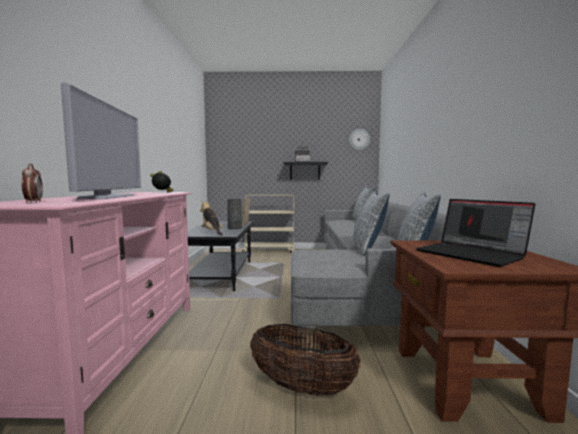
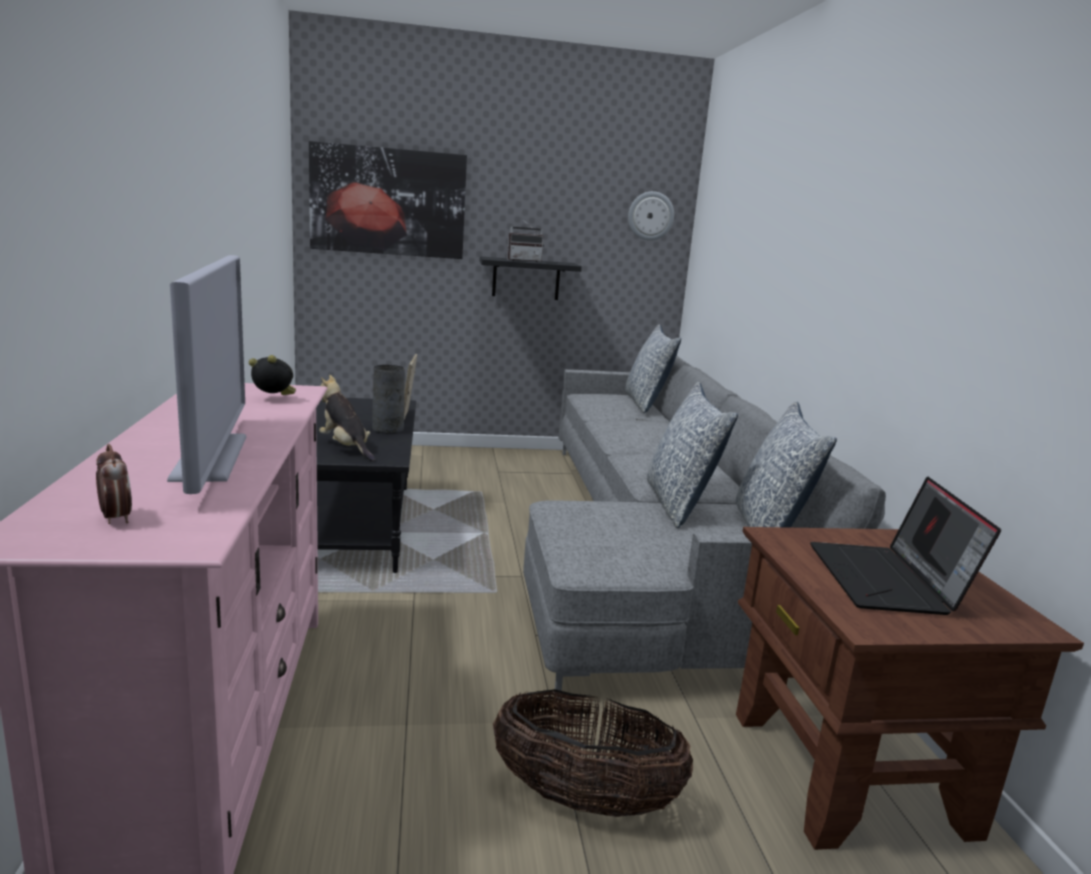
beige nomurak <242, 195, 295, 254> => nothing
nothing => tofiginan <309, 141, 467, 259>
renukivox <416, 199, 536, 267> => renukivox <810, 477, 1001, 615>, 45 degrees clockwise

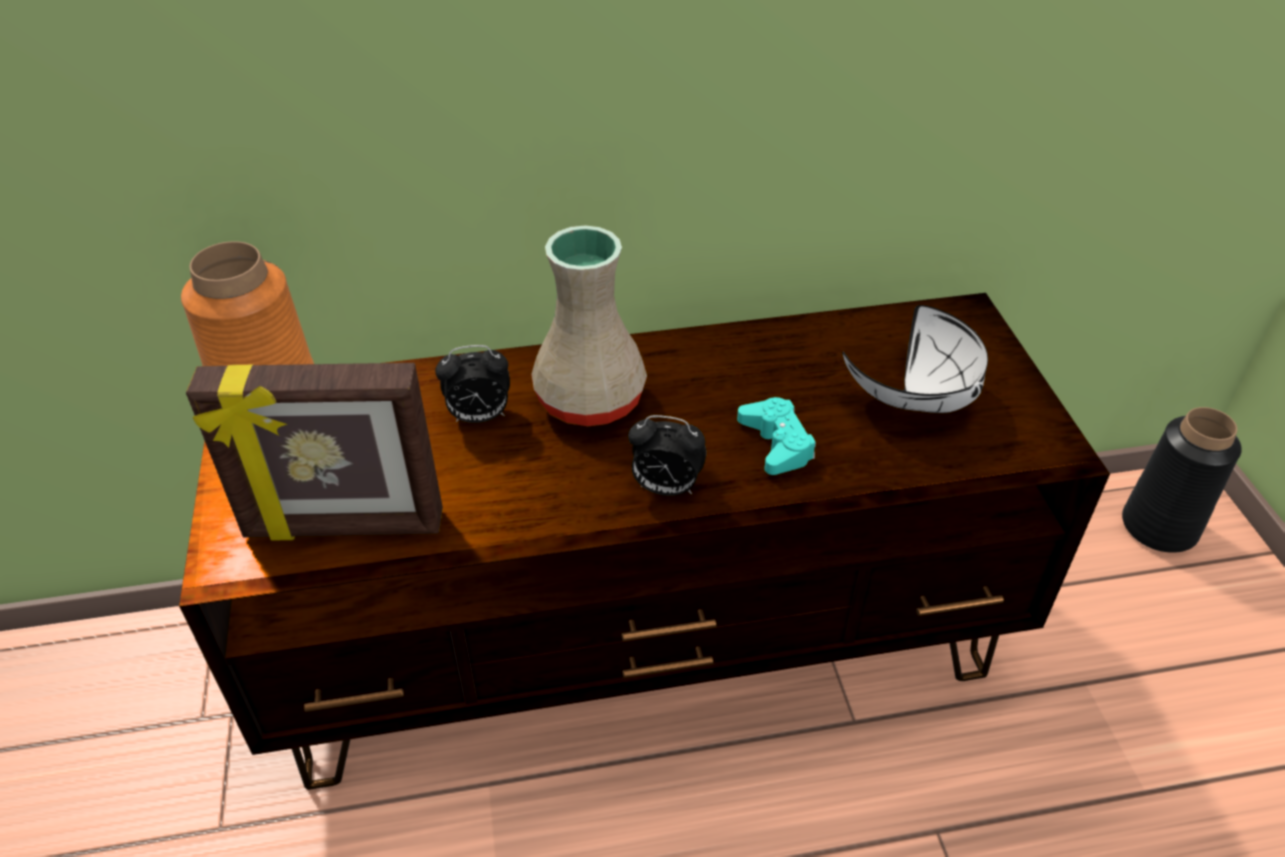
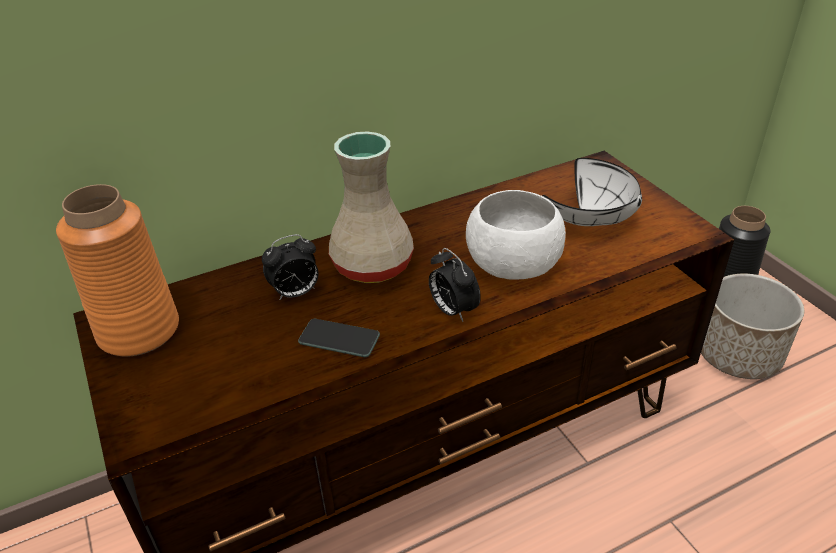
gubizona <186, 363, 443, 541> => nothing
nothing => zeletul <298, 319, 380, 357>
nothing => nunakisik <701, 274, 804, 379>
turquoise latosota <737, 397, 816, 475> => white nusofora <466, 190, 566, 280>
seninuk <628, 415, 706, 496> => seninuk <429, 248, 481, 322>, 60 degrees clockwise

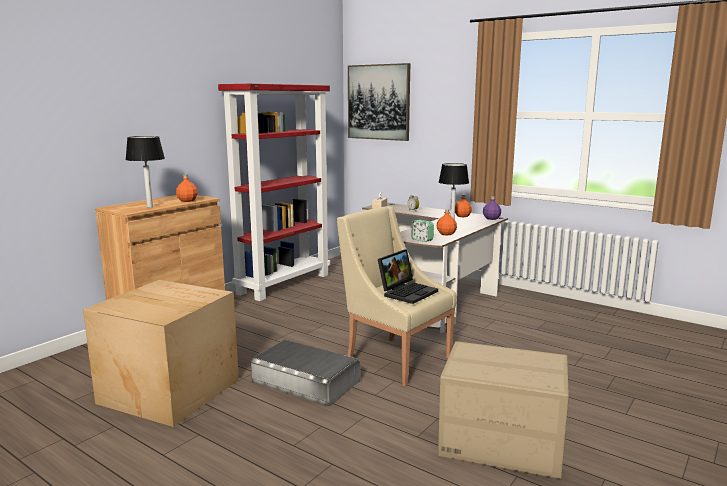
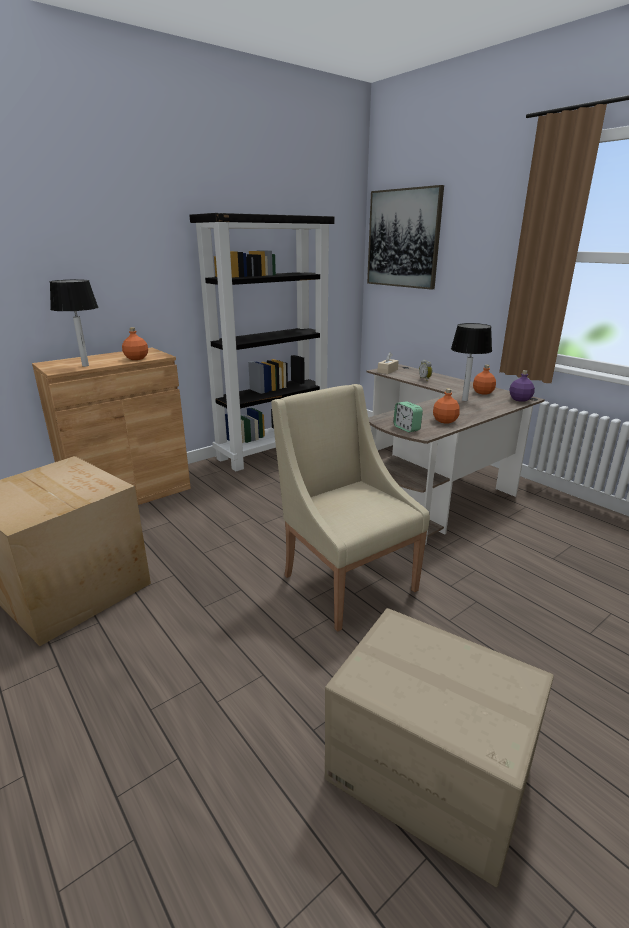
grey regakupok <251, 340, 360, 406> => nothing
renukivox <378, 249, 438, 304> => nothing
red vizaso <218, 84, 330, 301> => black vizaso <189, 213, 334, 471>

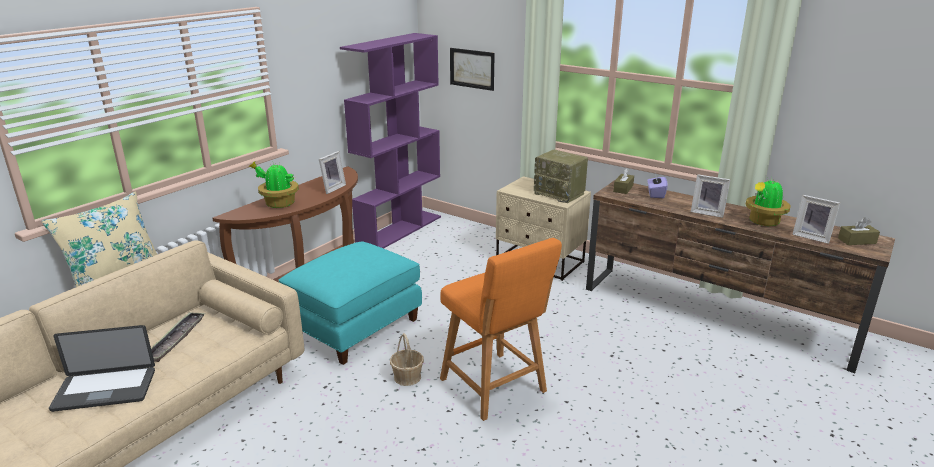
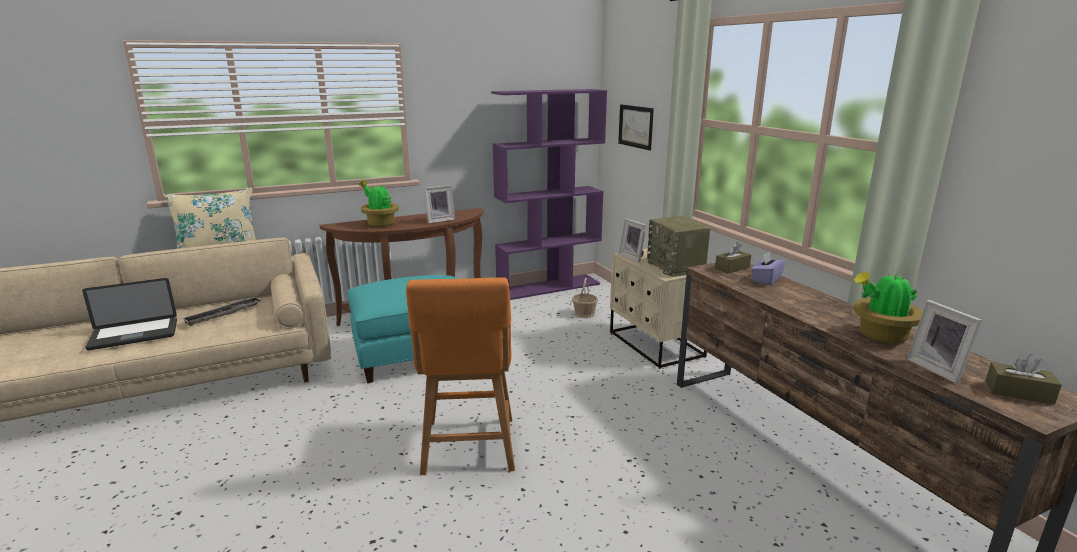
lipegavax <390, 333, 424, 386> => lipegavax <572, 278, 598, 318>, move
gubizona <691, 174, 731, 218> => gubizona <619, 218, 647, 262>, move
renukivox <49, 325, 155, 412> => renukivox <82, 278, 177, 350>, 45 degrees counterclockwise

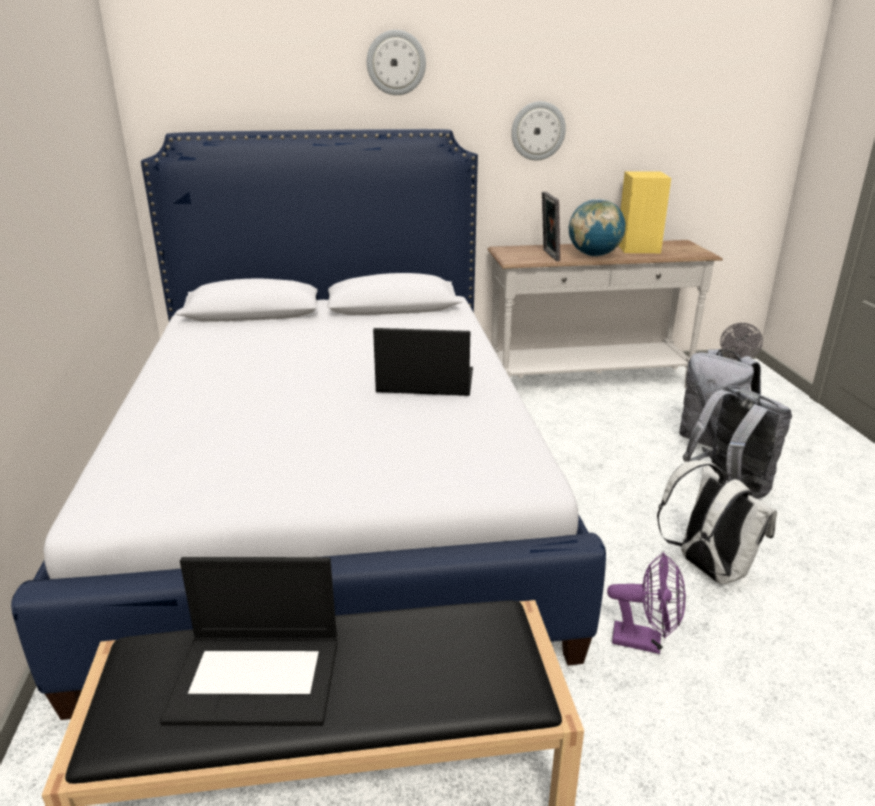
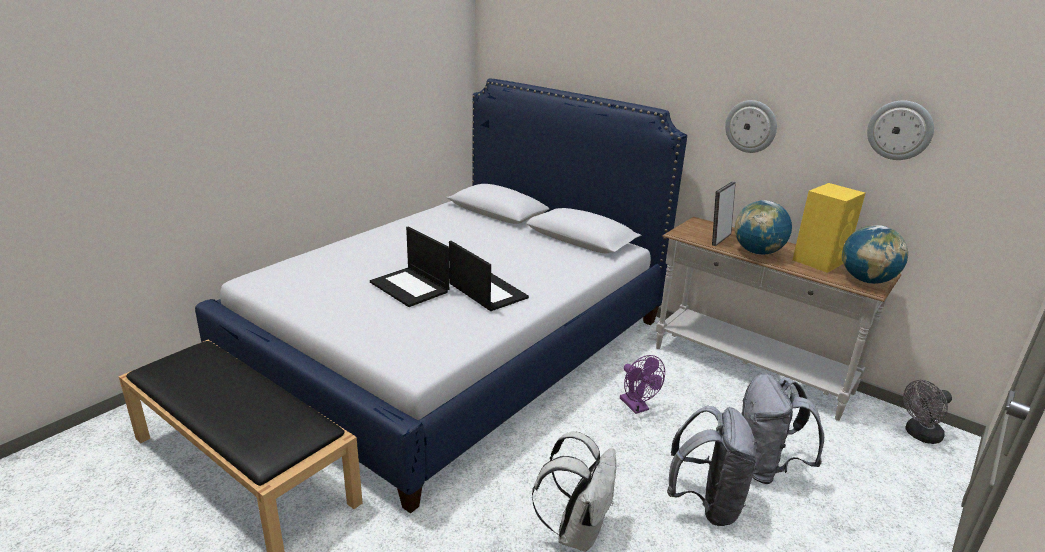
nothing => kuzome <842, 225, 908, 284>
renukivox <160, 557, 338, 726> => renukivox <370, 226, 449, 307>, move
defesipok <367, 30, 426, 95> => defesipok <867, 100, 934, 160>, move
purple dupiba <607, 552, 686, 654> => purple dupiba <620, 355, 665, 414>, move

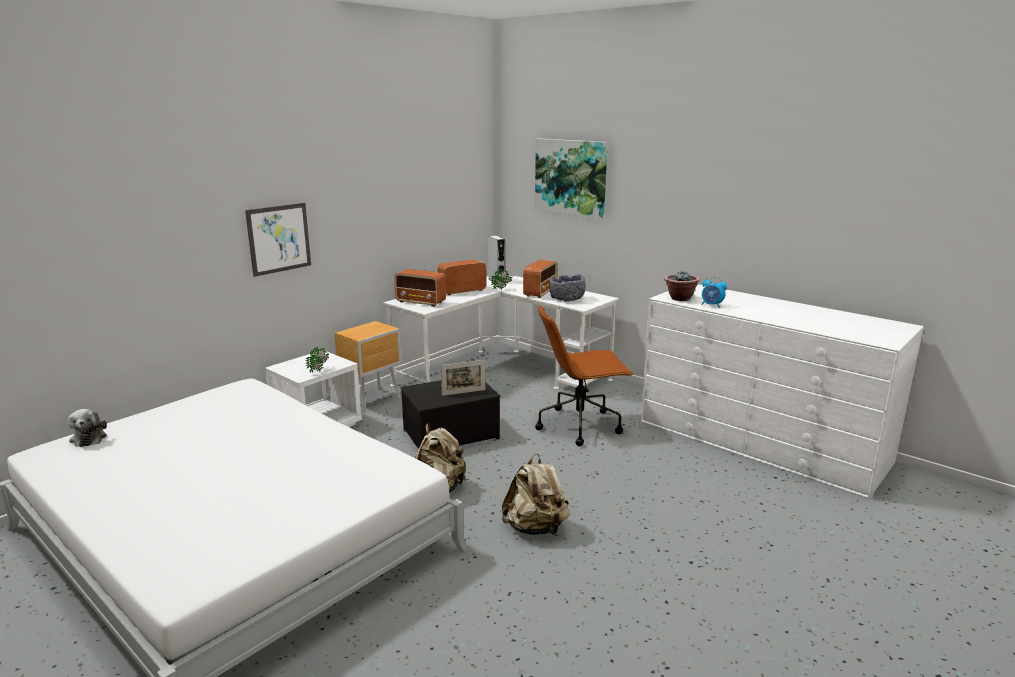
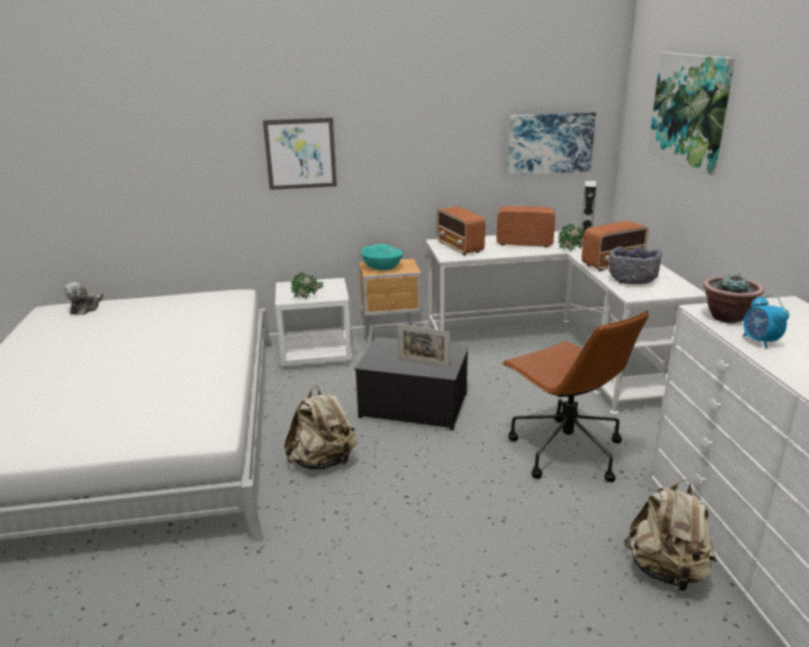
nothing => turquoise nusofora <361, 244, 403, 270>
nothing => tofiginan <508, 112, 596, 175>
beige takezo <502, 454, 569, 535> => beige takezo <624, 480, 716, 591>, move
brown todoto <535, 305, 634, 446> => brown todoto <502, 310, 649, 482>, 150 degrees counterclockwise

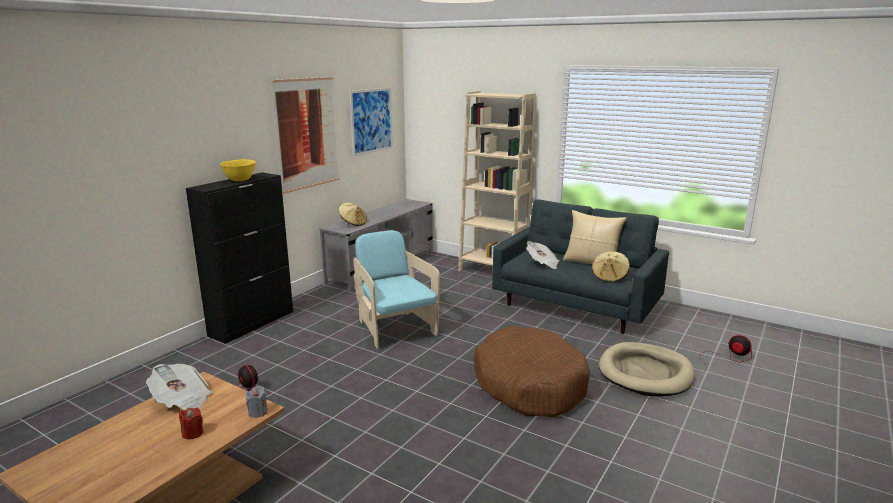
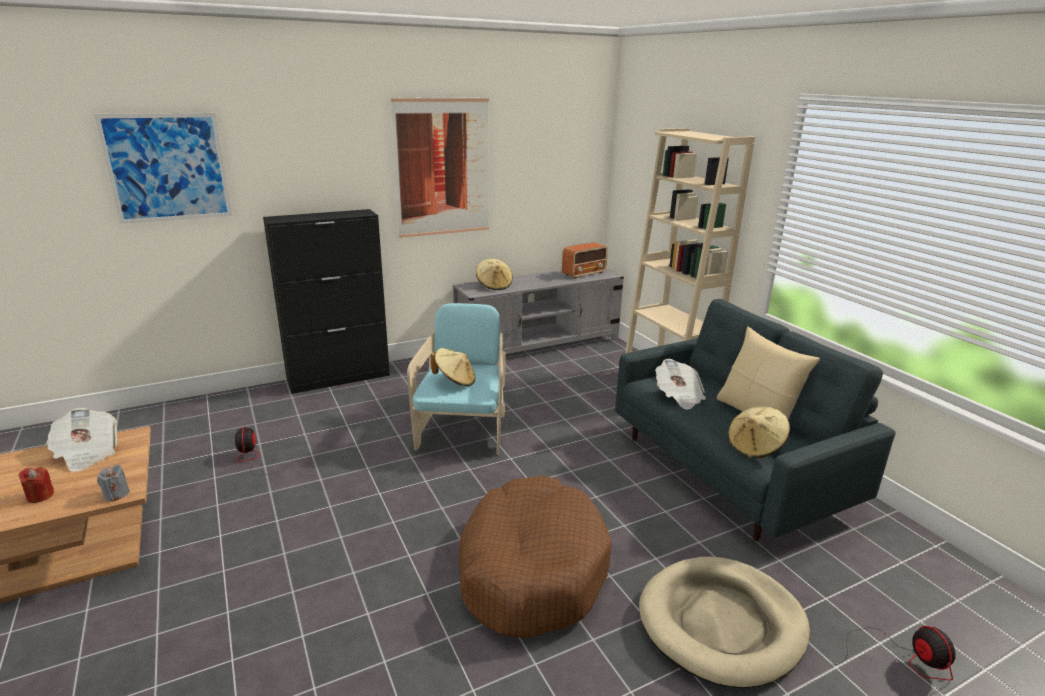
yellow nusofora <220, 159, 256, 181> => nothing
nothing => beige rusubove <431, 348, 476, 386>
nothing => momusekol <562, 242, 608, 279>
tofiginan <350, 88, 393, 156> => tofiginan <94, 113, 232, 224>, move

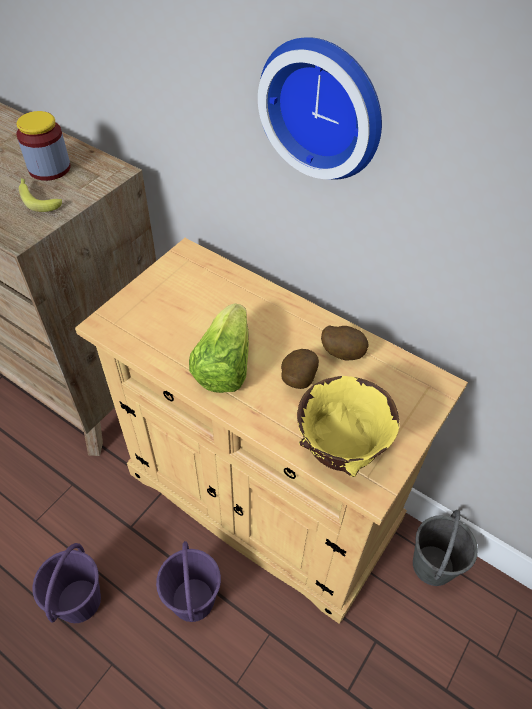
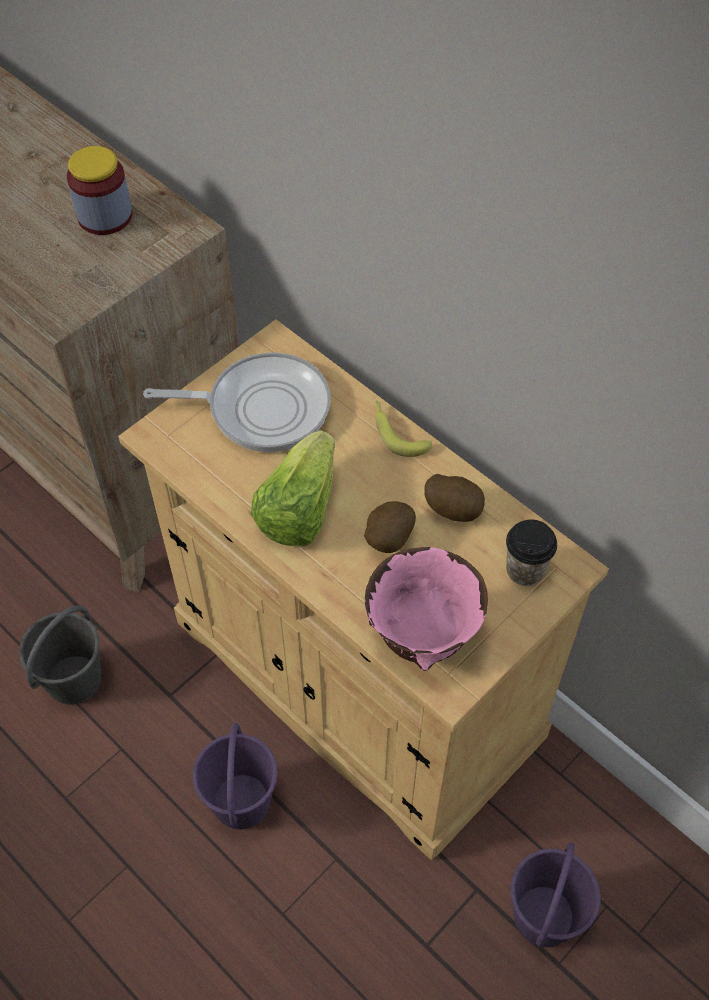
defesipok <258, 37, 382, 180> => nothing
nothing => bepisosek <143, 352, 331, 452>
nothing => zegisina <506, 519, 557, 586>
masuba <19, 178, 62, 212> => masuba <376, 401, 432, 457>, move
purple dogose <32, 543, 101, 623> => purple dogose <511, 842, 601, 947>, move
grey dogose <413, 510, 478, 586> => grey dogose <19, 605, 101, 705>, move
yellow nusofora <297, 376, 399, 477> => pink nusofora <365, 547, 488, 671>

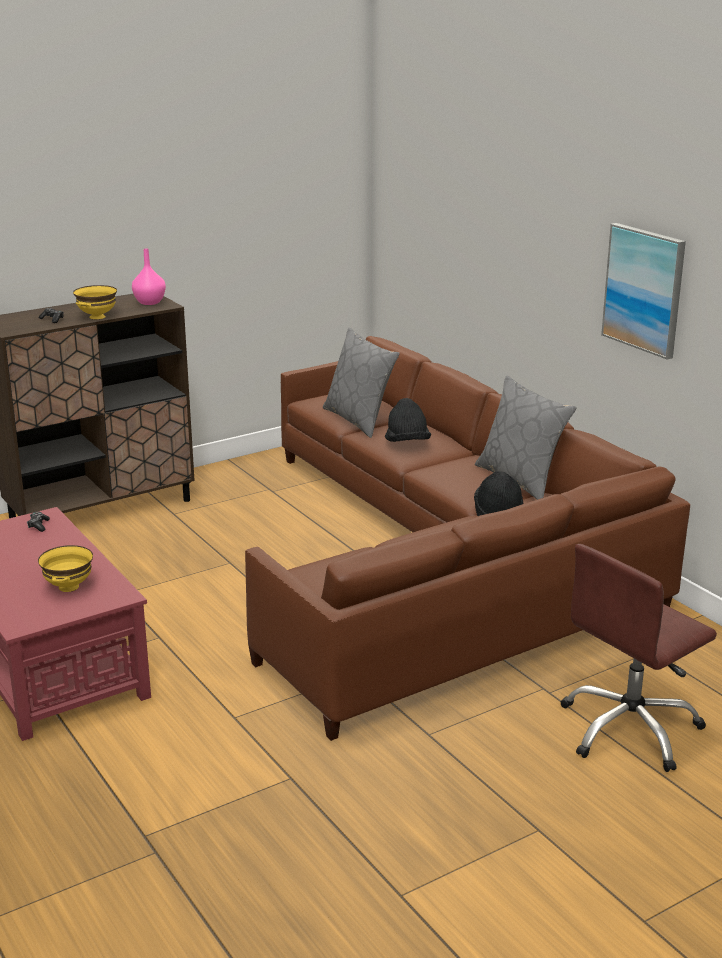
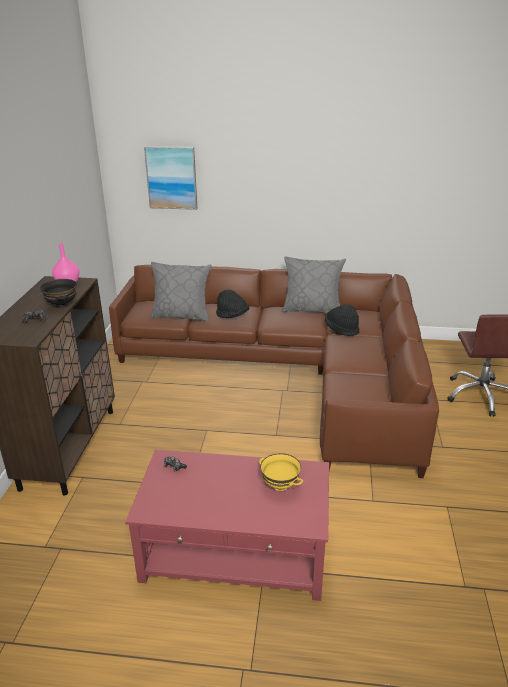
tofiginan <601, 223, 686, 360> => tofiginan <144, 146, 198, 210>, move
yellow nusofora <73, 285, 117, 319> => black nusofora <40, 279, 77, 308>

